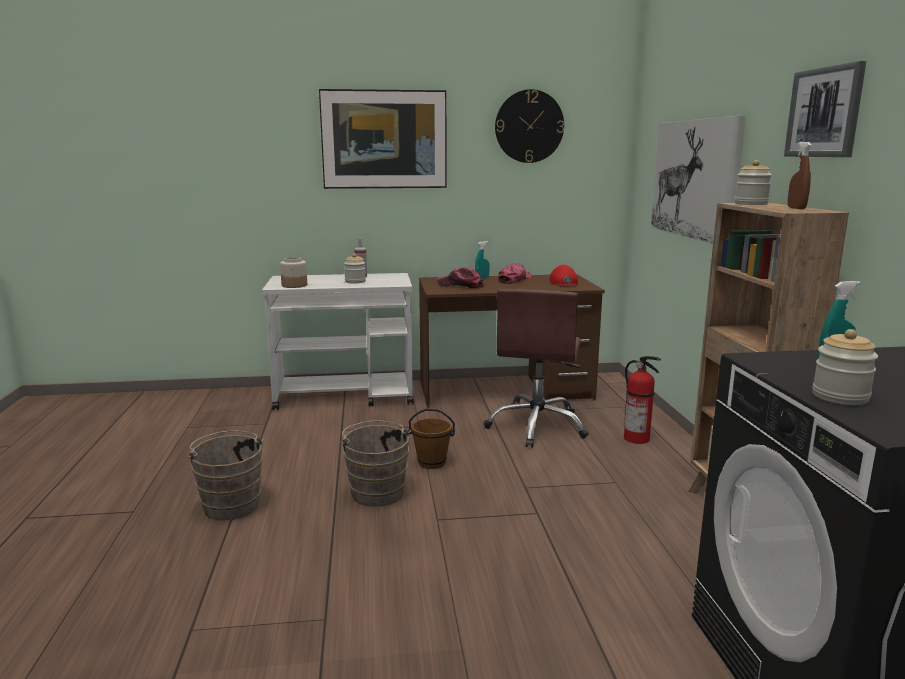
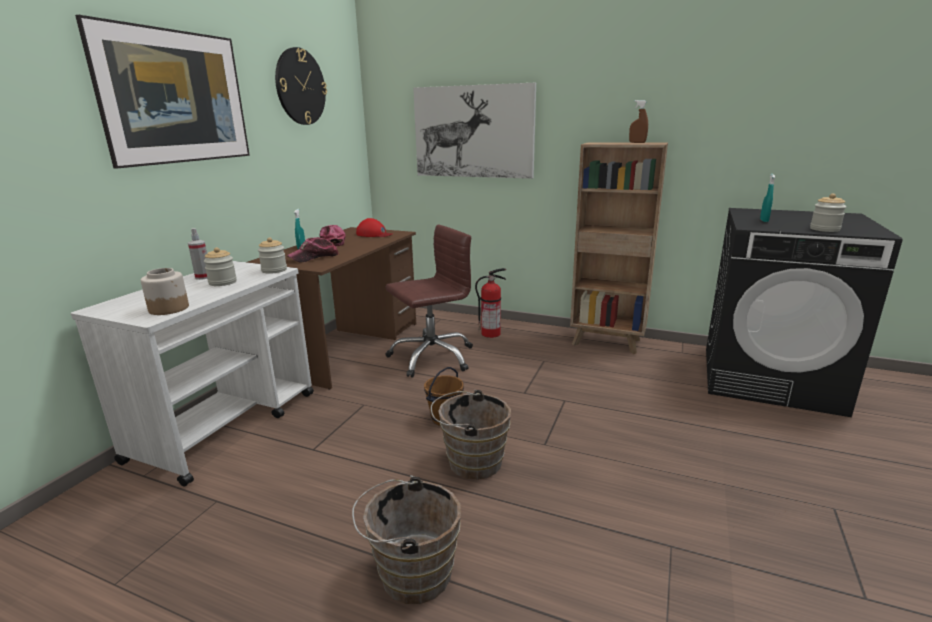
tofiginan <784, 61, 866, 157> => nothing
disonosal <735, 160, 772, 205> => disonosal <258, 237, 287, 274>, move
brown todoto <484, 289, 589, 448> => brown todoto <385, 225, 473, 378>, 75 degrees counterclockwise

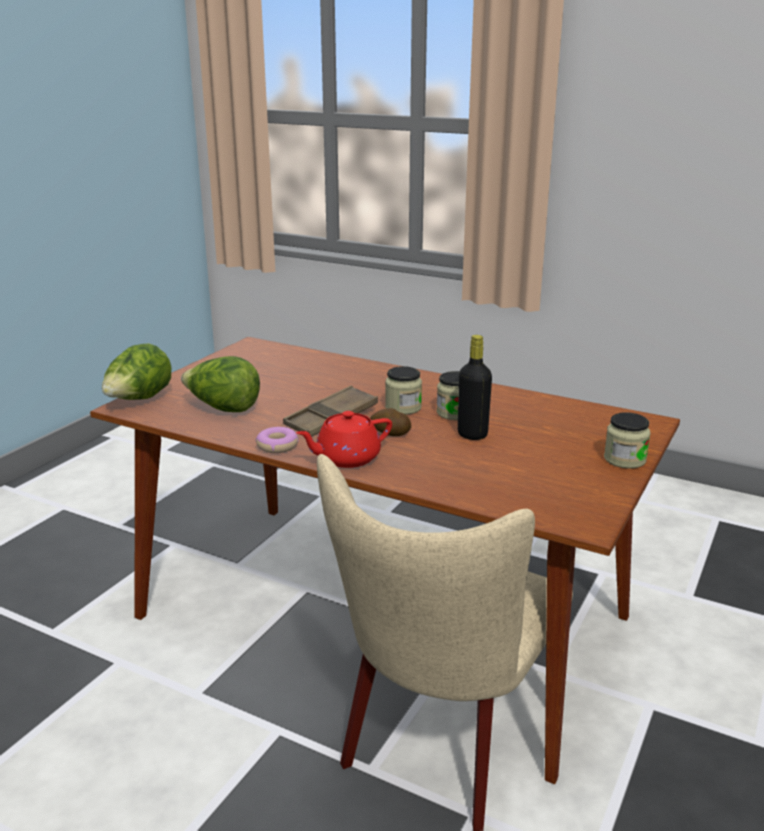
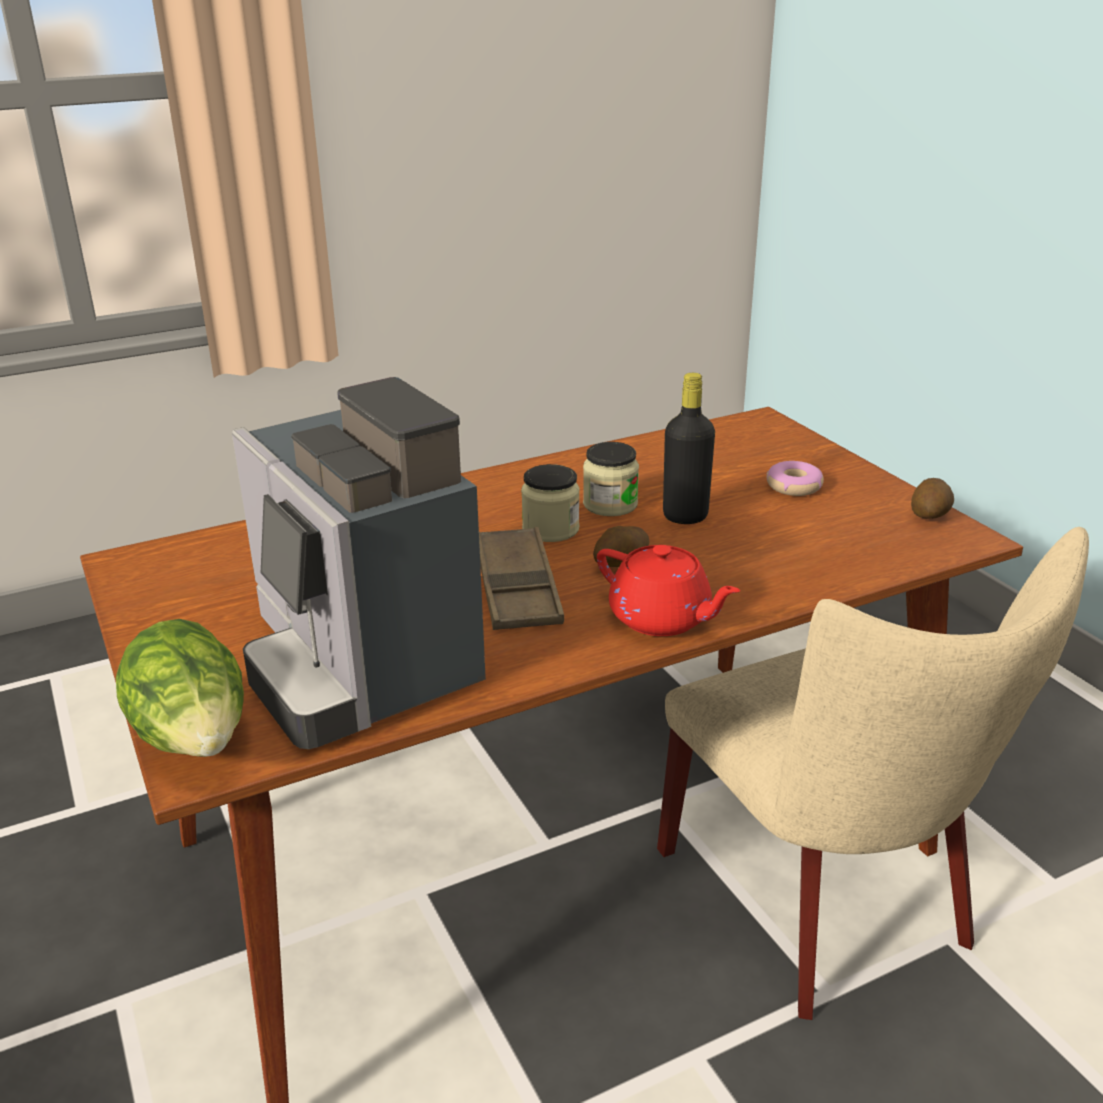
disonosal <604, 412, 650, 469> => nothing
nothing => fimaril <911, 478, 954, 519>
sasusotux <255, 427, 298, 453> => sasusotux <766, 461, 824, 496>, move
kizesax <181, 356, 260, 412> => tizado <232, 377, 486, 749>
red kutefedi <296, 411, 392, 468> => red kutefedi <597, 545, 741, 636>, 60 degrees counterclockwise

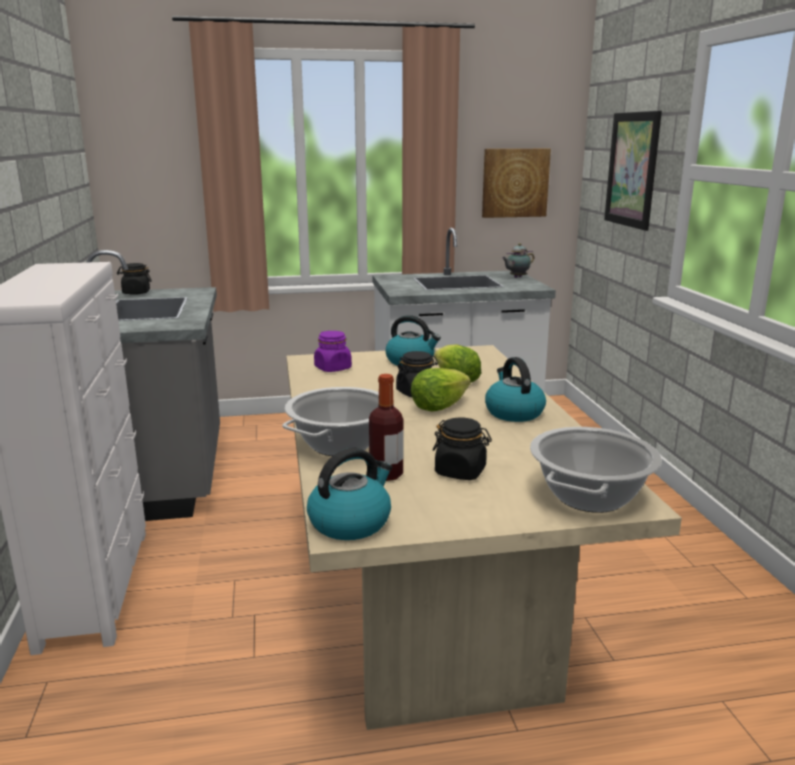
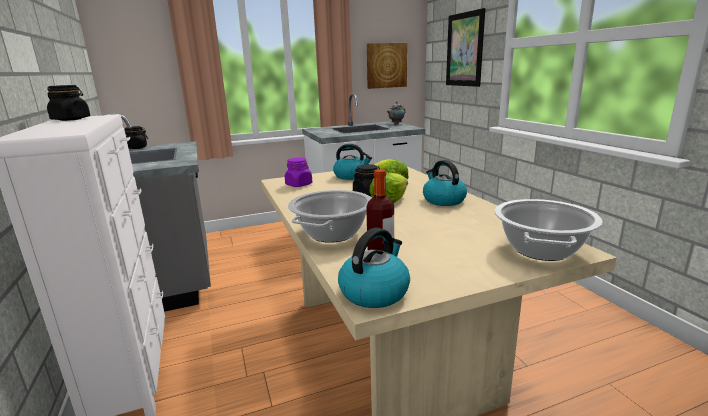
black disonosal <433, 417, 492, 480> => black disonosal <47, 85, 90, 121>, move

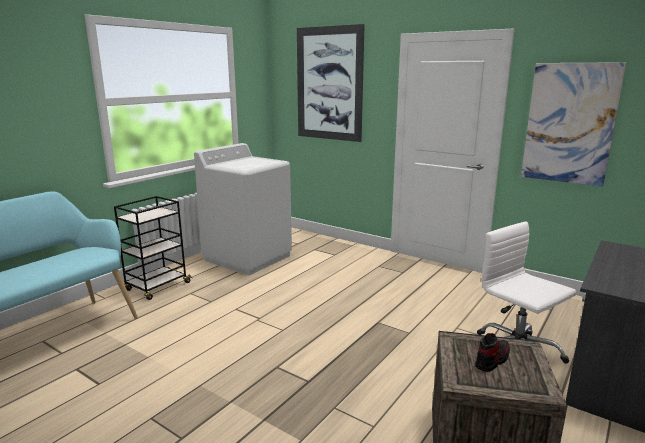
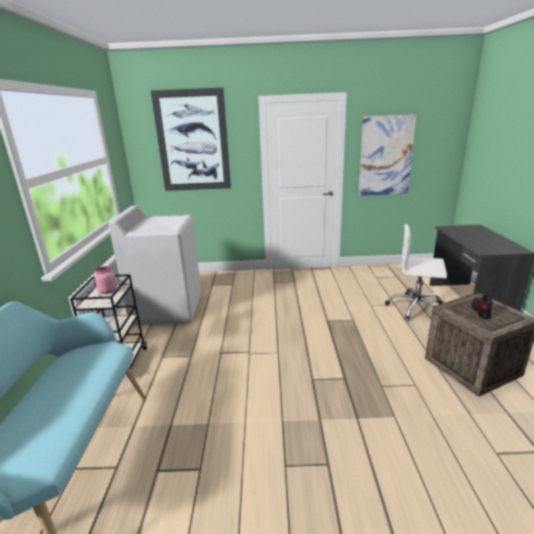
nothing => pink disonosal <94, 266, 117, 294>

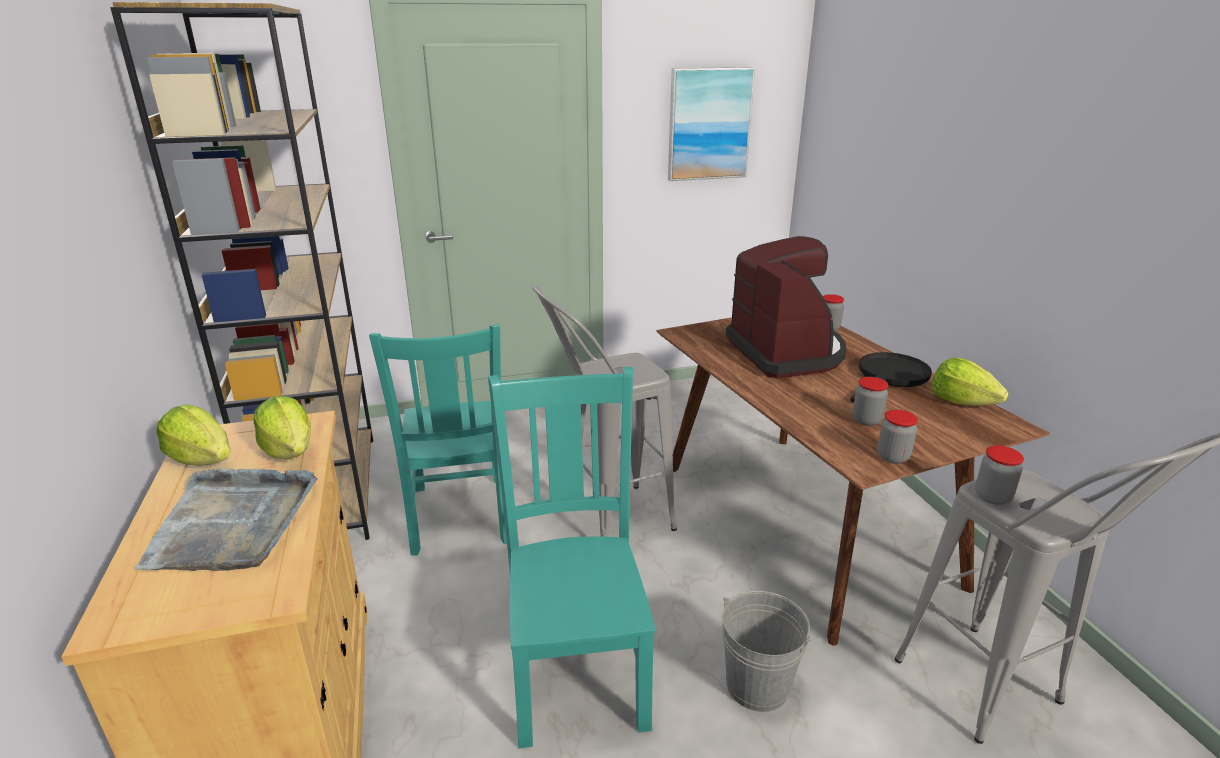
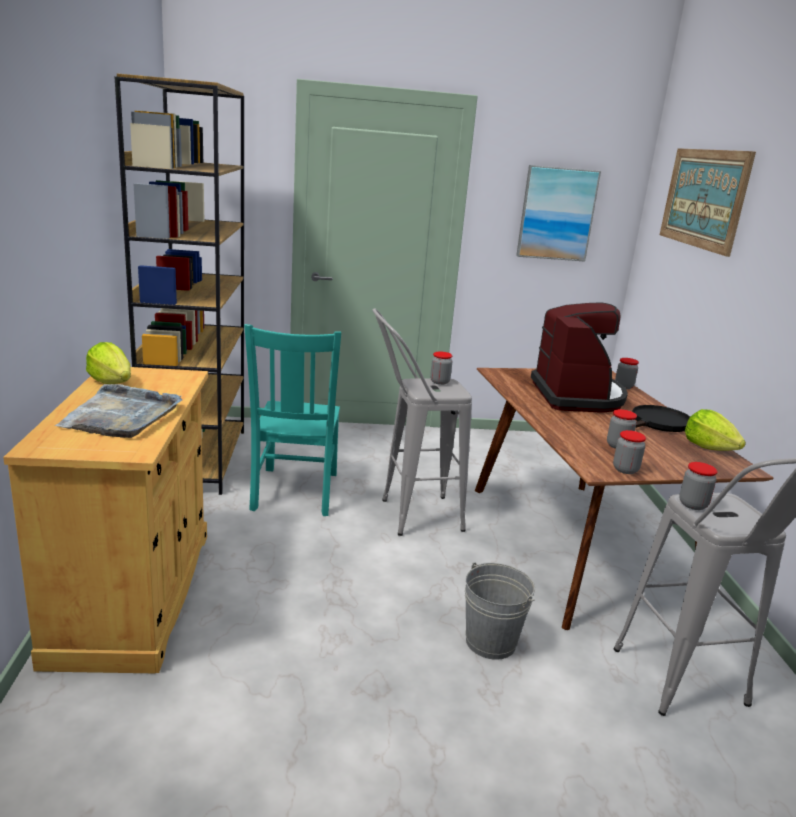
kizesax <253, 395, 311, 459> => nothing
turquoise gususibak <488, 367, 656, 748> => nothing
nothing => disonosal <430, 352, 453, 385>
nothing => tofiginan <660, 148, 756, 257>

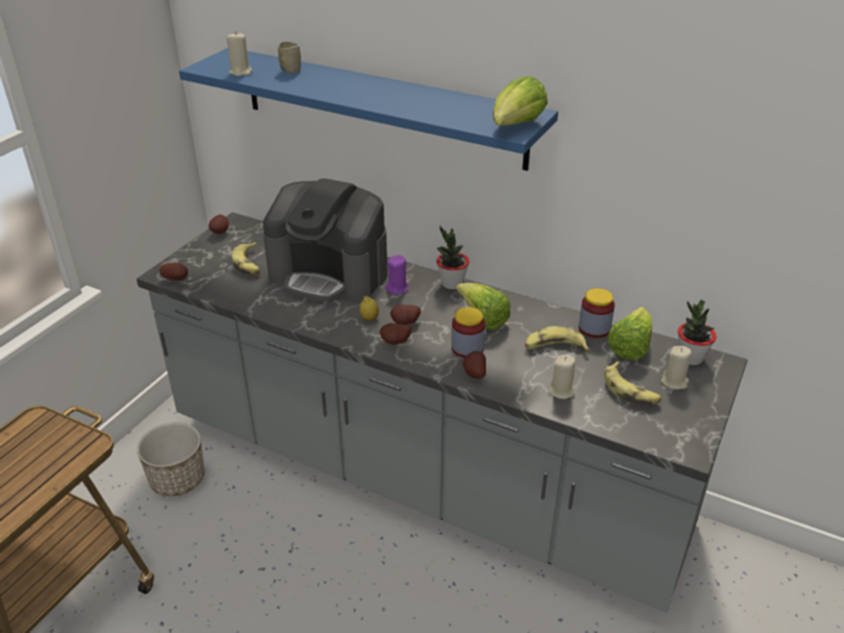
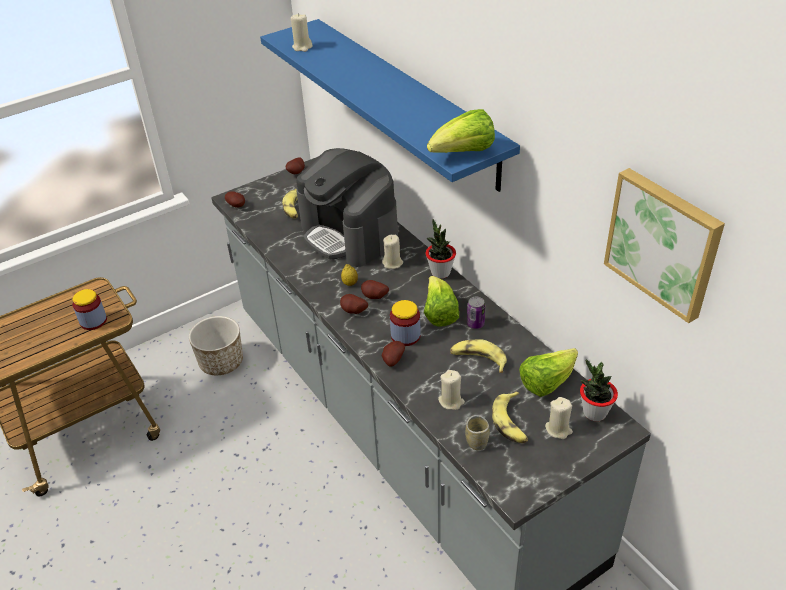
nothing => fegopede <467, 297, 485, 329>
nothing => tofiginan <604, 168, 725, 323>
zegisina <278, 41, 301, 73> => zegisina <465, 415, 490, 450>, move
disonosal <579, 288, 615, 338> => disonosal <72, 289, 107, 330>, move
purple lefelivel <386, 255, 408, 295> => beige lefelivel <382, 235, 403, 269>

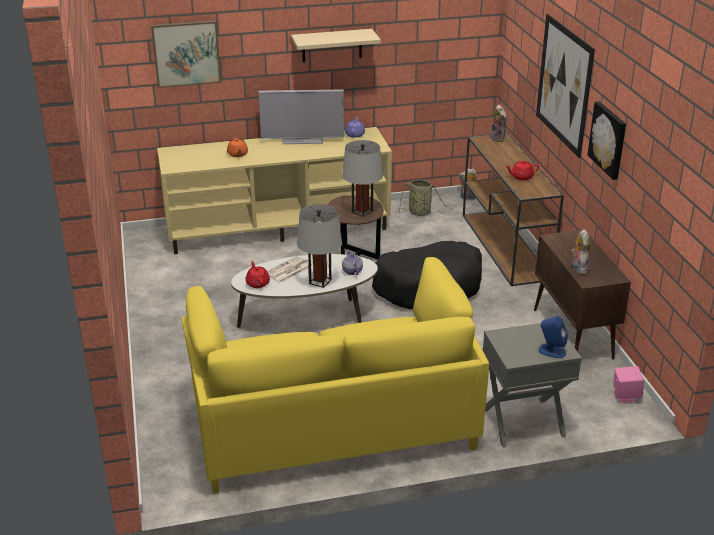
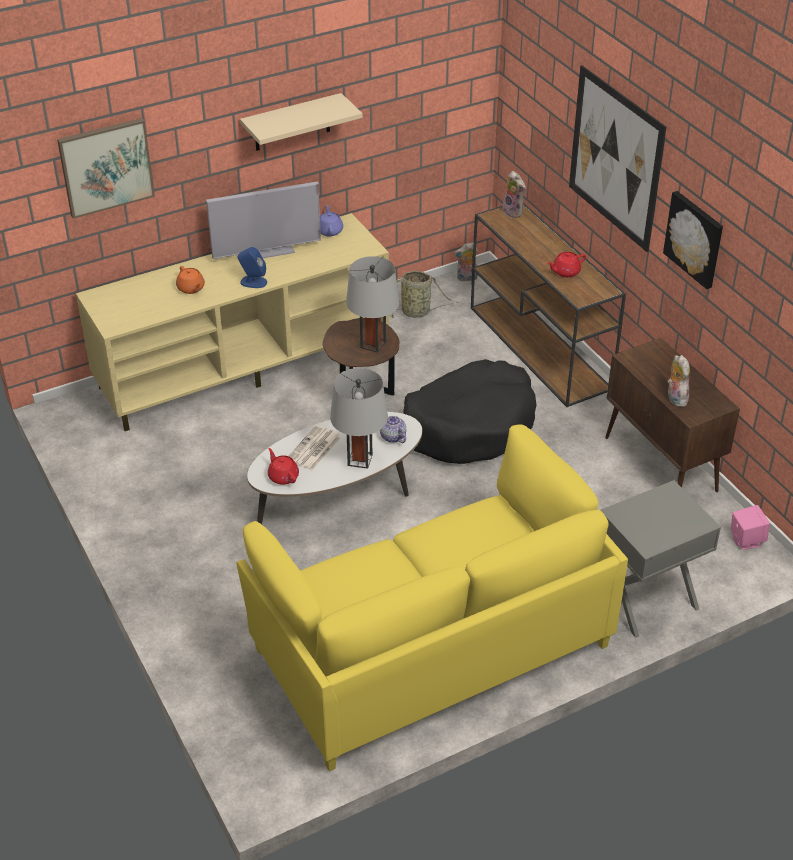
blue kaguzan <539, 316, 568, 358> => blue kaguzan <237, 247, 267, 288>, move

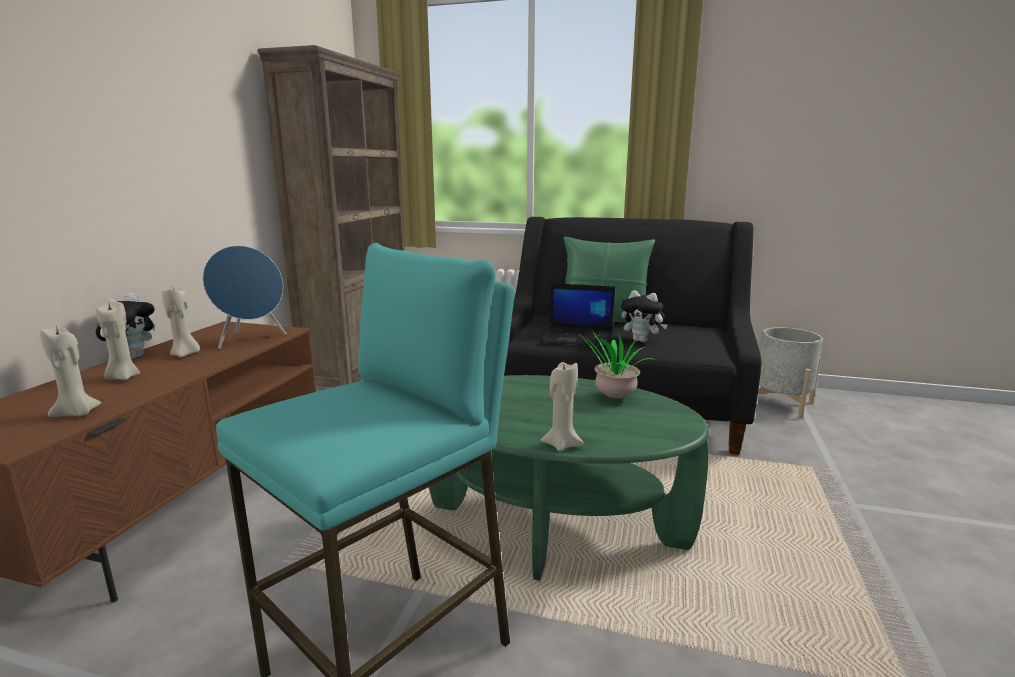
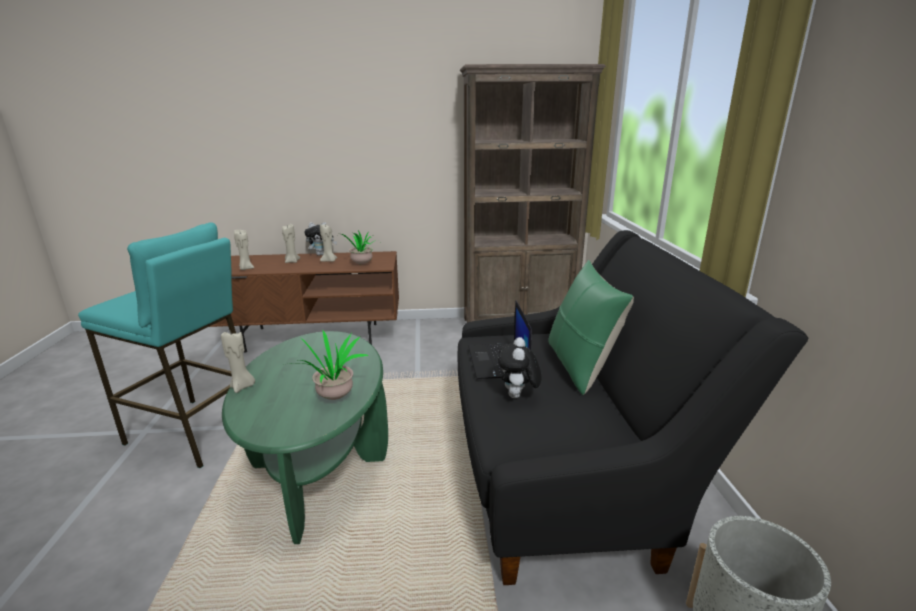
blue kaguzan <202, 246, 287, 349> => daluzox <341, 230, 380, 264>

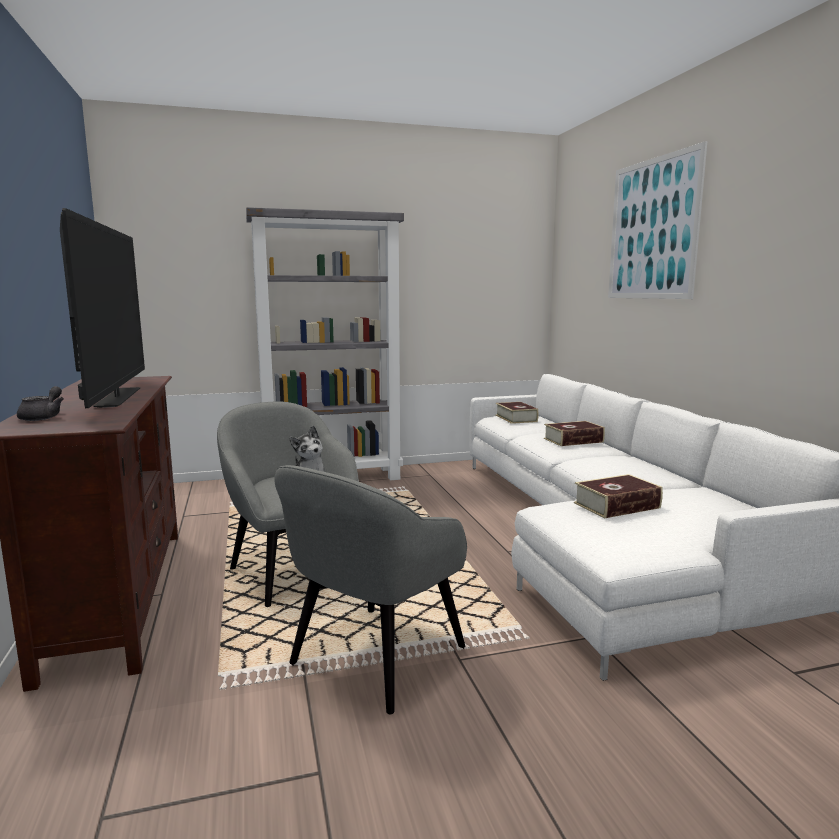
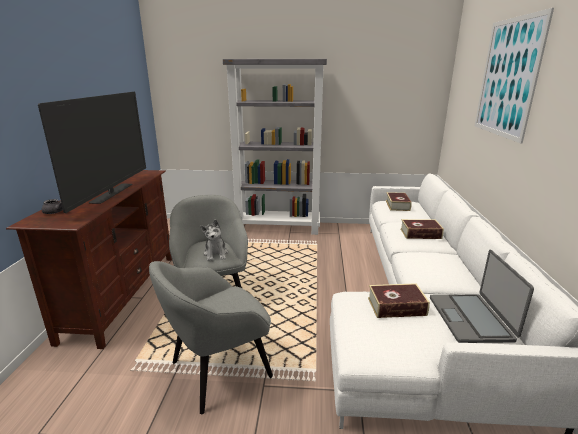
nothing => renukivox <430, 250, 534, 343>

